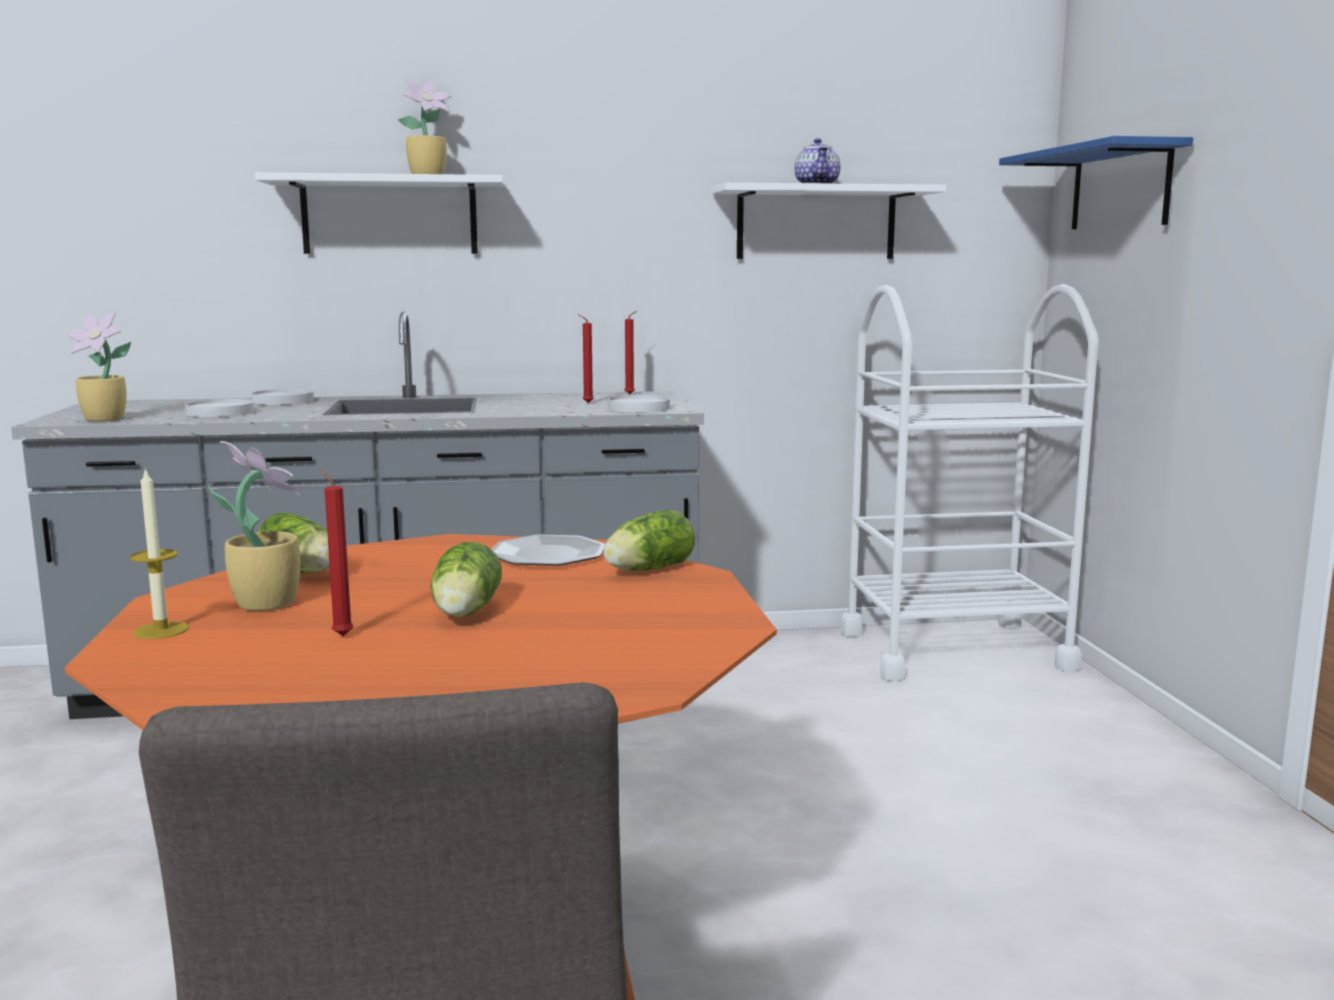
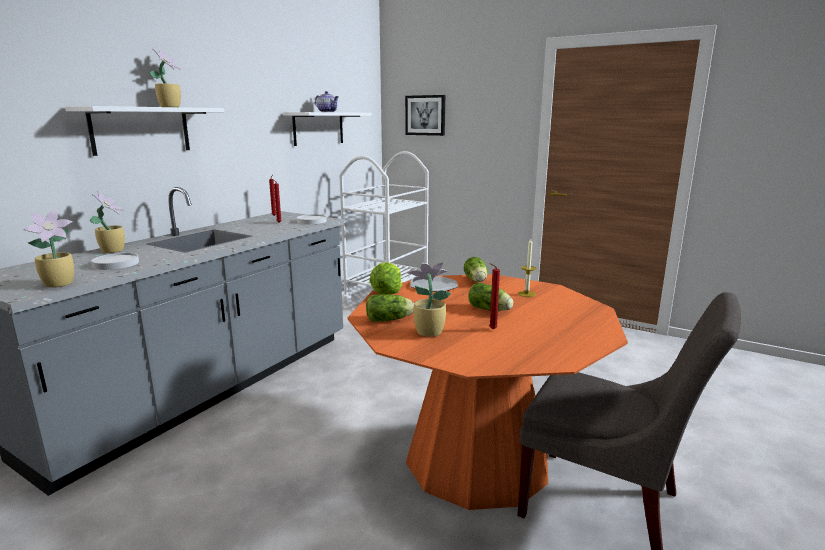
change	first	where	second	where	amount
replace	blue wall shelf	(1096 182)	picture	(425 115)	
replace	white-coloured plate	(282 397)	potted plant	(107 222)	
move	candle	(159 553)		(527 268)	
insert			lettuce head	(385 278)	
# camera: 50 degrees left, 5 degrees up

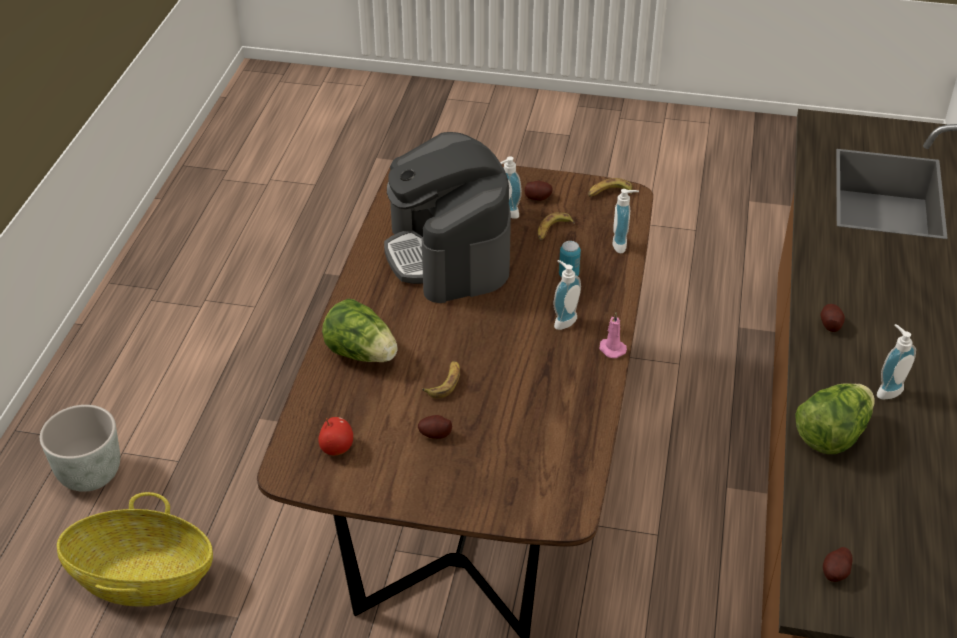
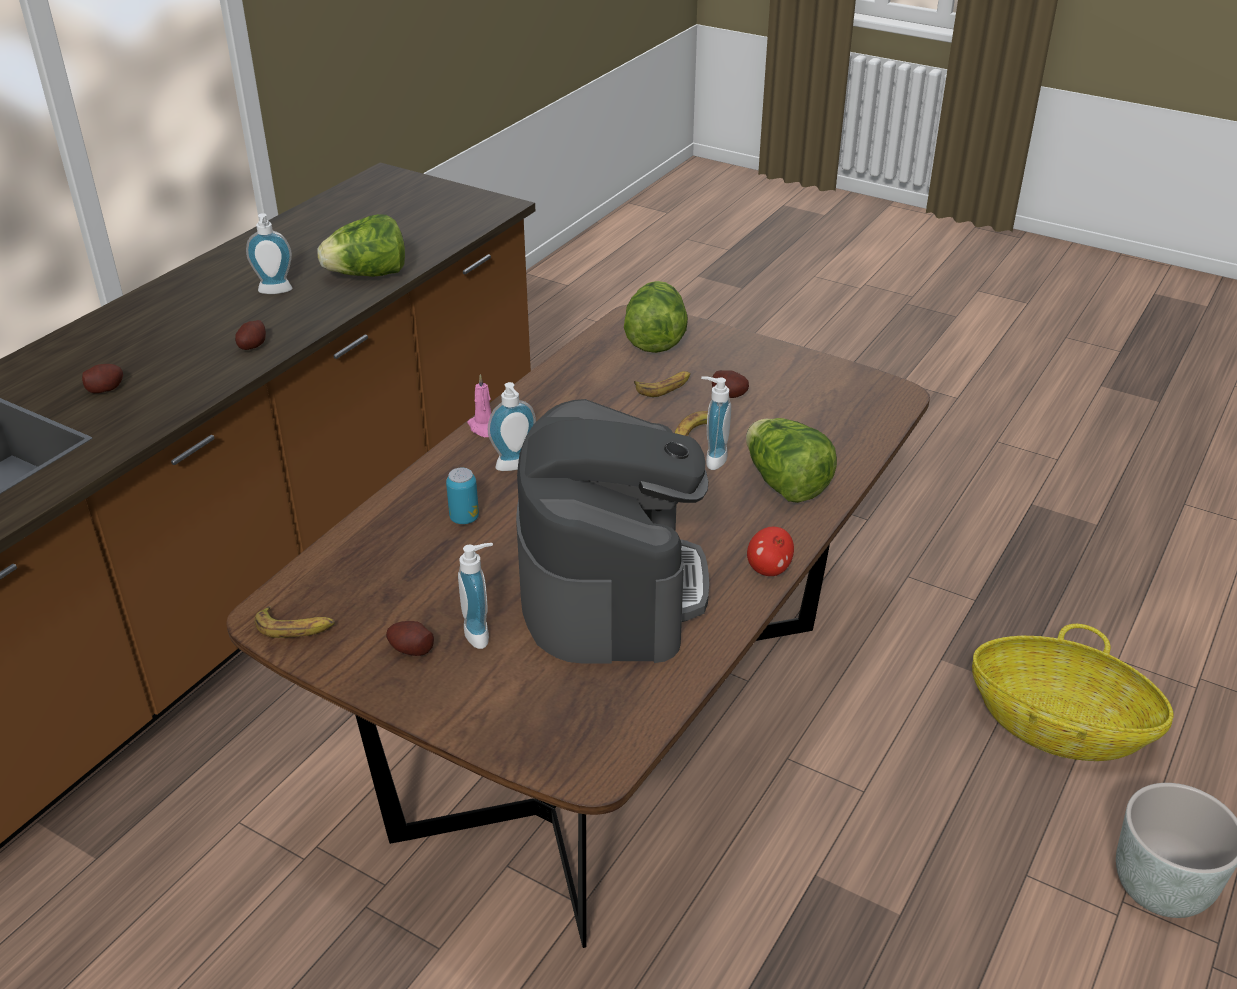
change	first	where	second	where	amount
move	liquid soap bottle	(625 221)		(716 423)	
move	banana	(556 226)		(662 384)	
move	whole apple	(335 436)		(770 551)	
move	potato	(838 564)		(102 378)	
insert			lettuce head	(656 317)	
# camera: 160 degrees left, 5 degrees down

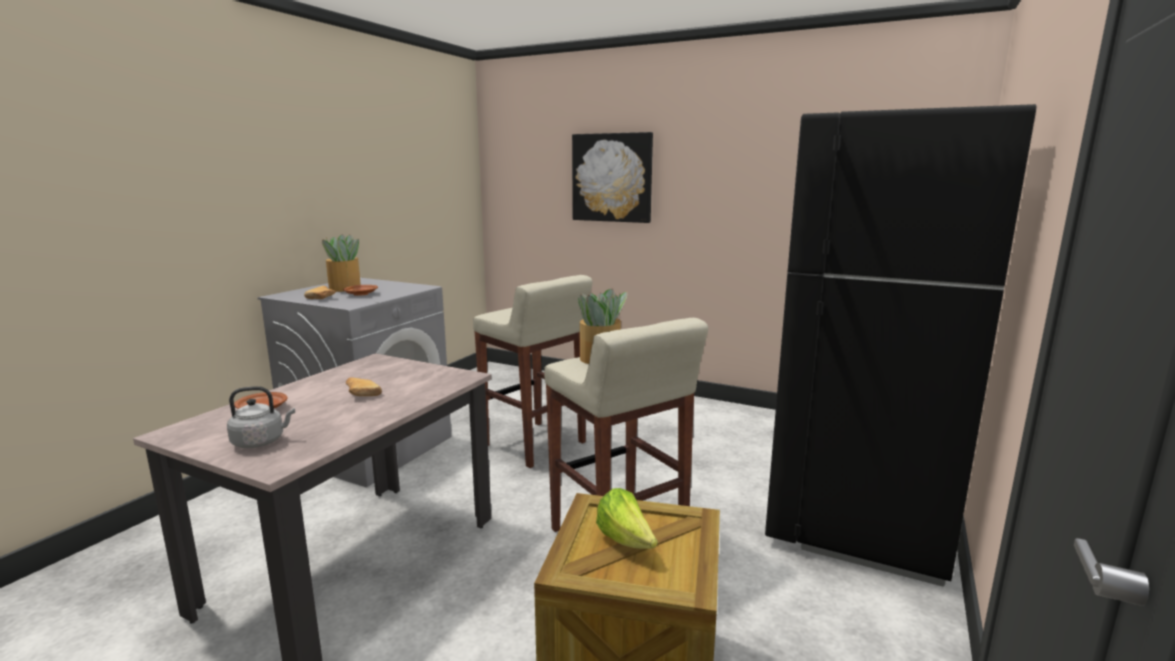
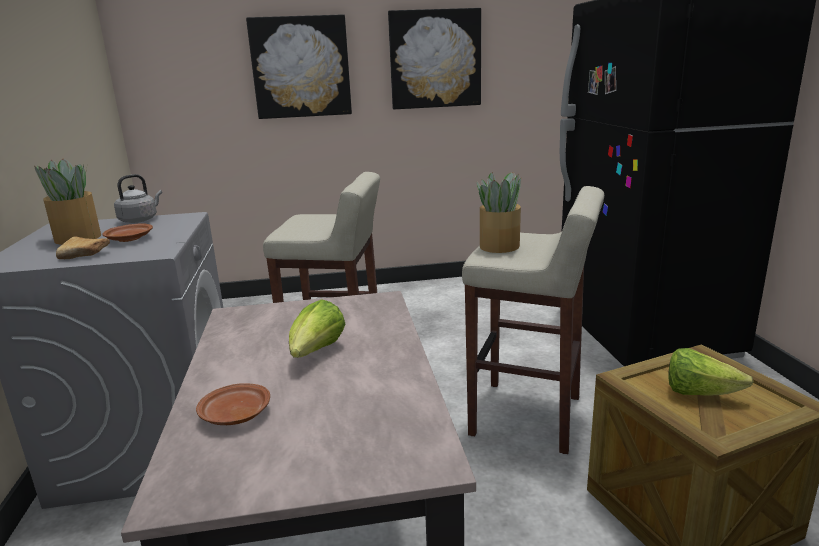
change	first	where	second	where	amount
replace	baked bread	(364 386)	lettuce head	(317 328)	
move	gray kettle	(261 417)		(138 198)	
insert			picture	(434 58)	
# camera: 35 degrees left, 5 degrees up

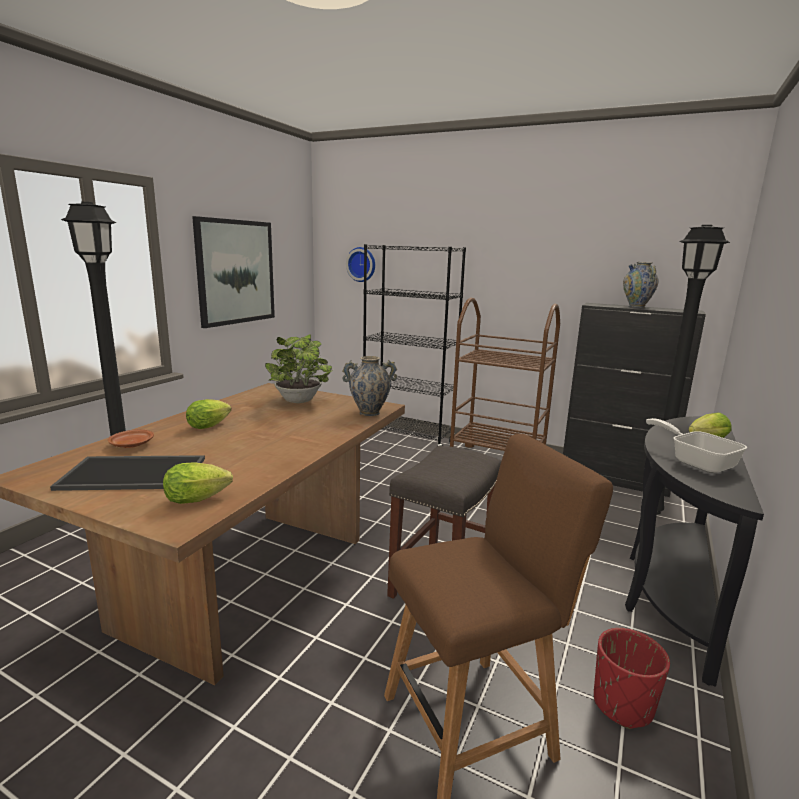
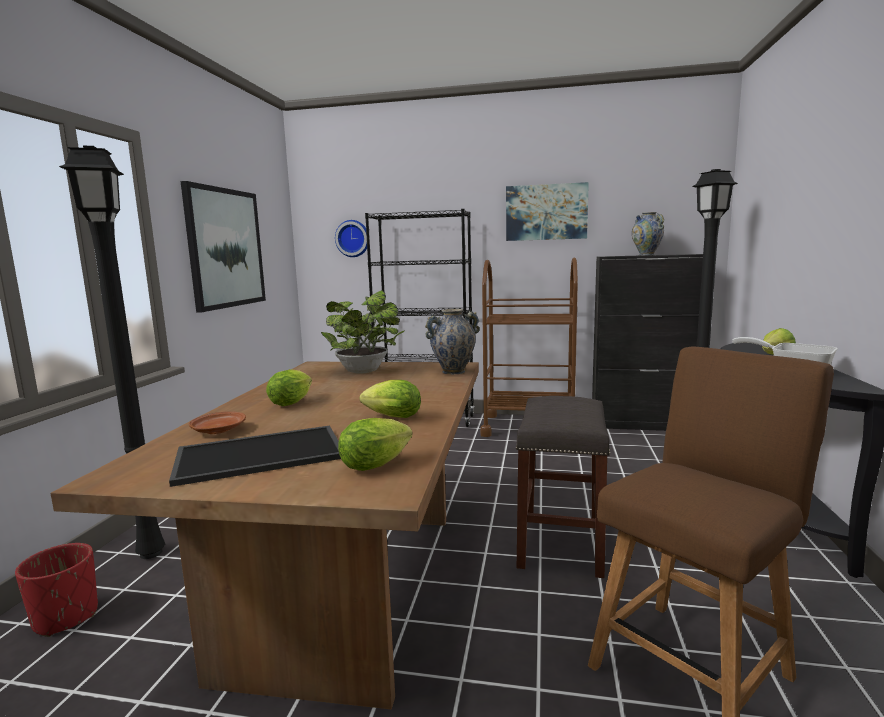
change	first	where	second	where	amount
move	red-coloured planter	(632 678)		(56 590)	
insert			picture	(547 211)	
insert			lettuce head	(390 399)	
# camera: 15 degrees left, 5 degrees down

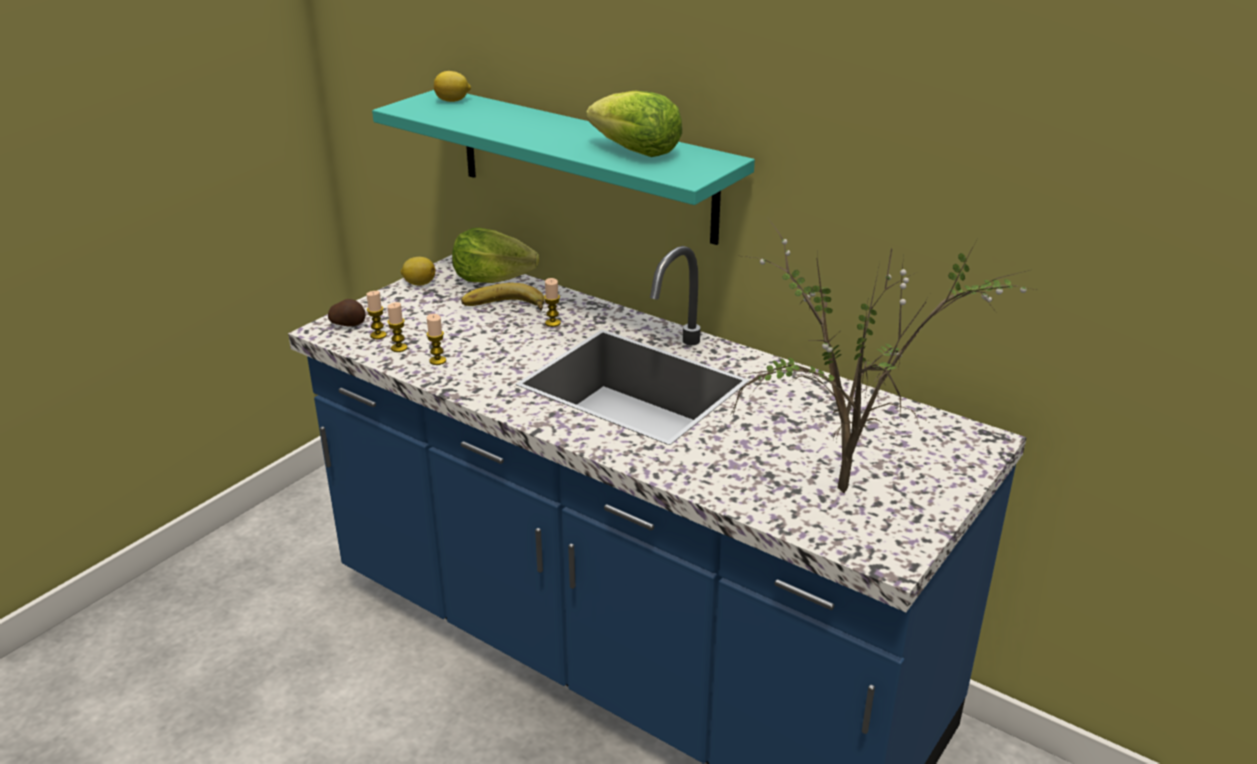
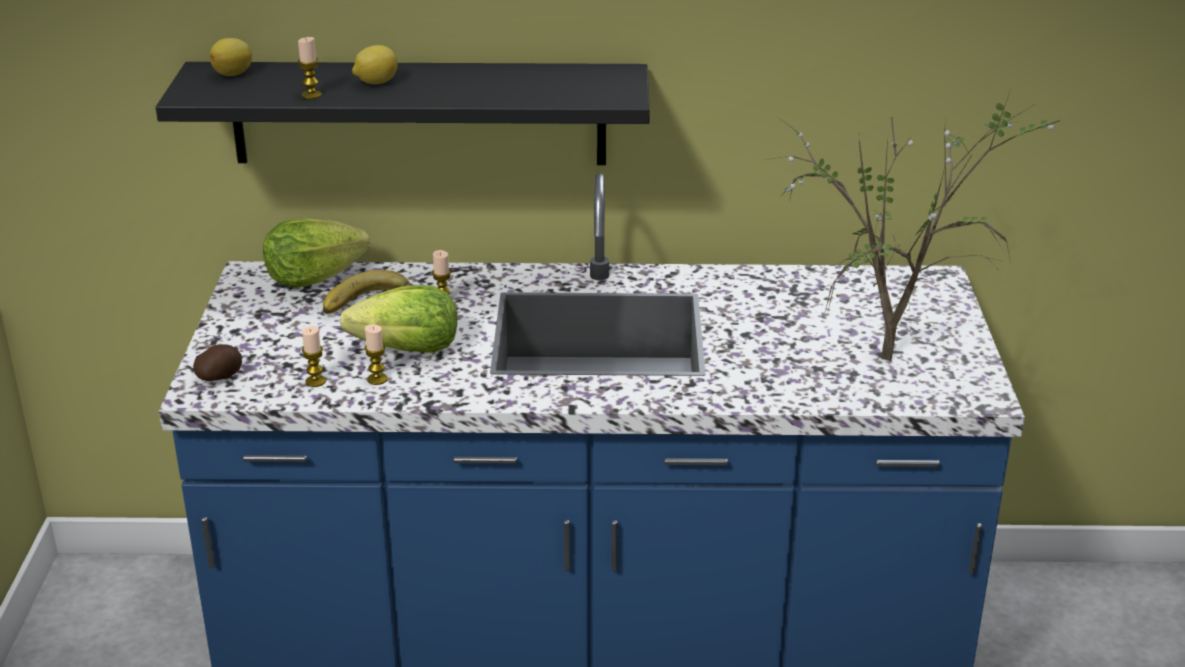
change	first	where	second	where	amount
recolor	turquoise wall shelf	(563 167)	black-coloured wall shelf	(403 113)	
move	lettuce head	(634 123)		(398 319)	
move	lemon	(418 271)		(375 64)	
move	candle	(376 315)		(310 68)	
# camera: 35 degrees left, 0 degrees up

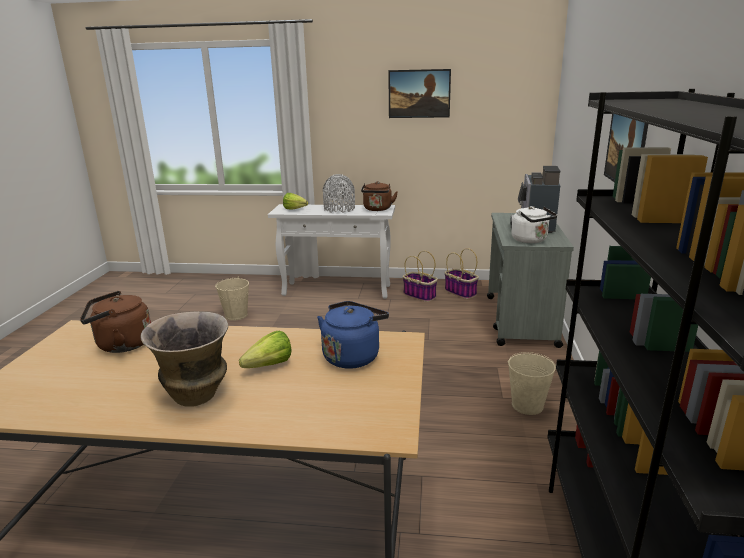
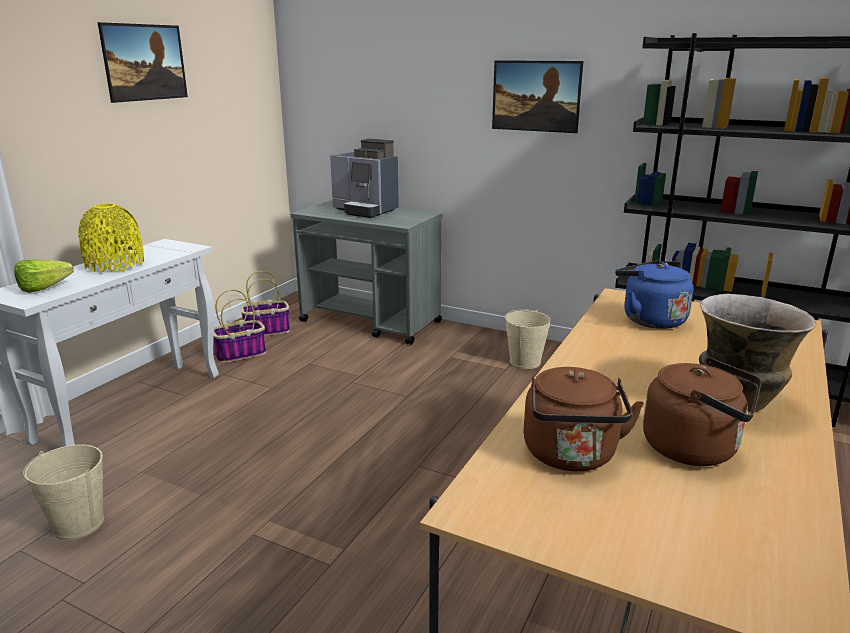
change	first	where	second	where	amount
recolor	gray flower vase	(339 193)	yellow-coloured flower vase	(111 238)	
move	brown-coloured kettle	(379 196)		(702 411)	
delete	white-coloured kettle	(534 224)			
delete	lettuce head	(265 349)			
# camera: 70 degrees left, 0 degrees up

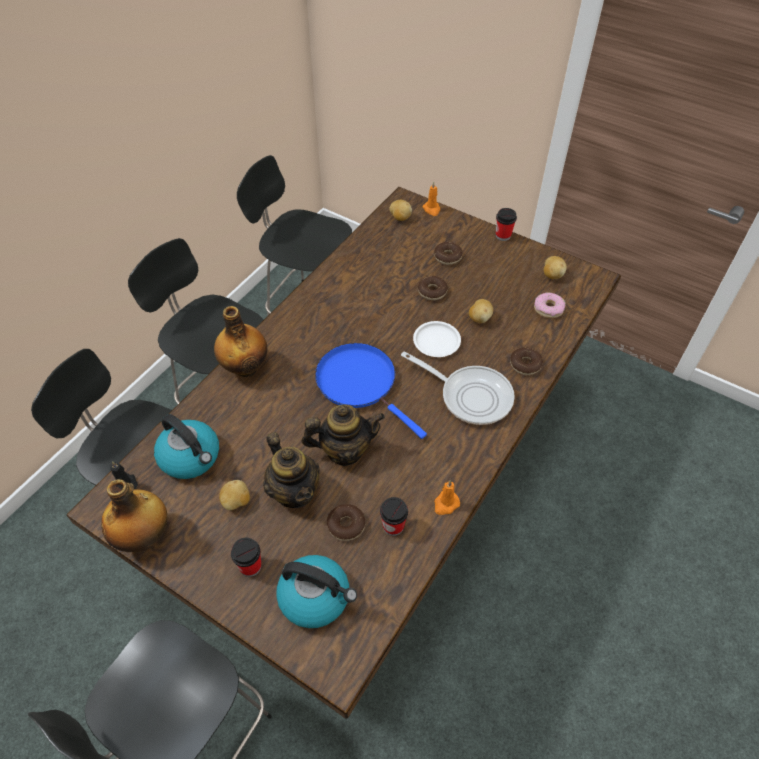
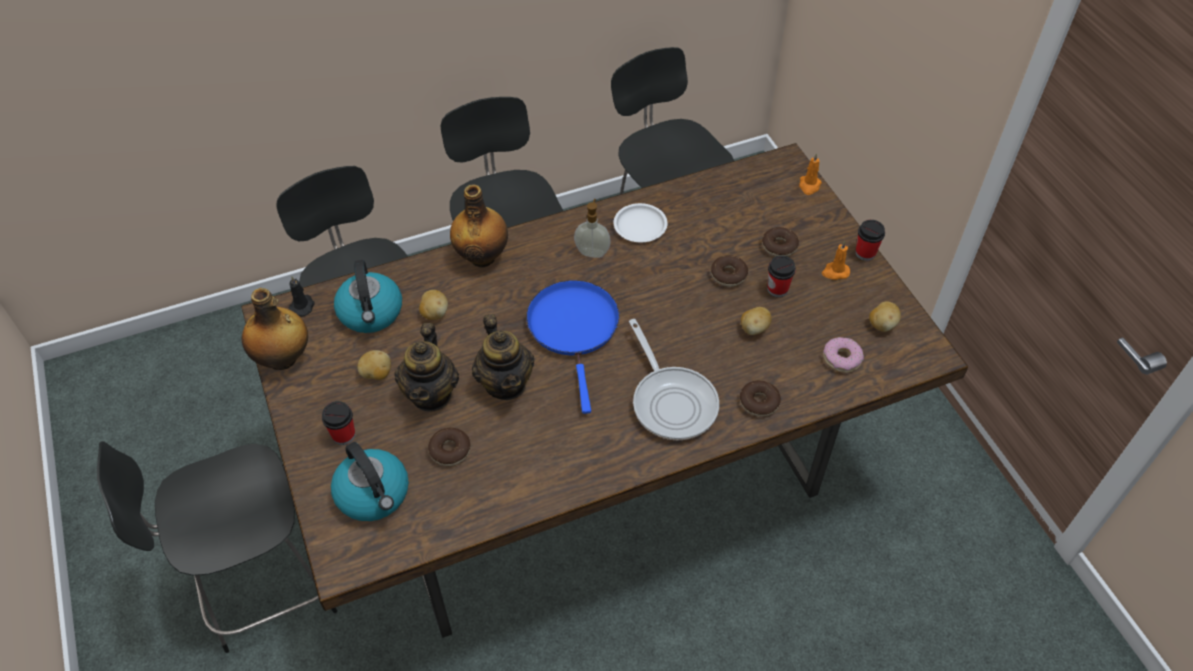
change	first	where	second	where	amount
move	potato	(401 210)		(433 305)	
move	white-coloured plate	(437 339)		(640 222)	
rotate	pot for tea	(343 435)		(503 357)	45 degrees clockwise
move	orangey candle	(447 497)		(836 260)	
move	small cup	(394 516)		(781 276)	
insert			liquid soap bottle	(592 228)	
# camera: 35 degrees right, 0 degrees up

